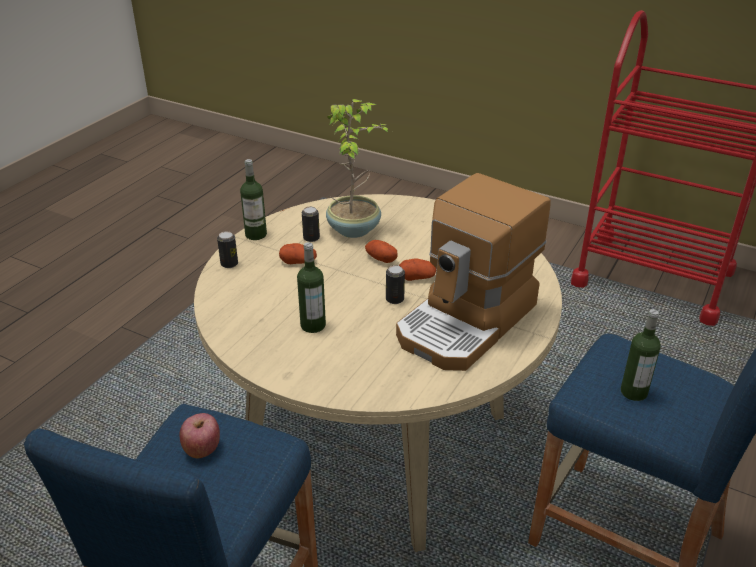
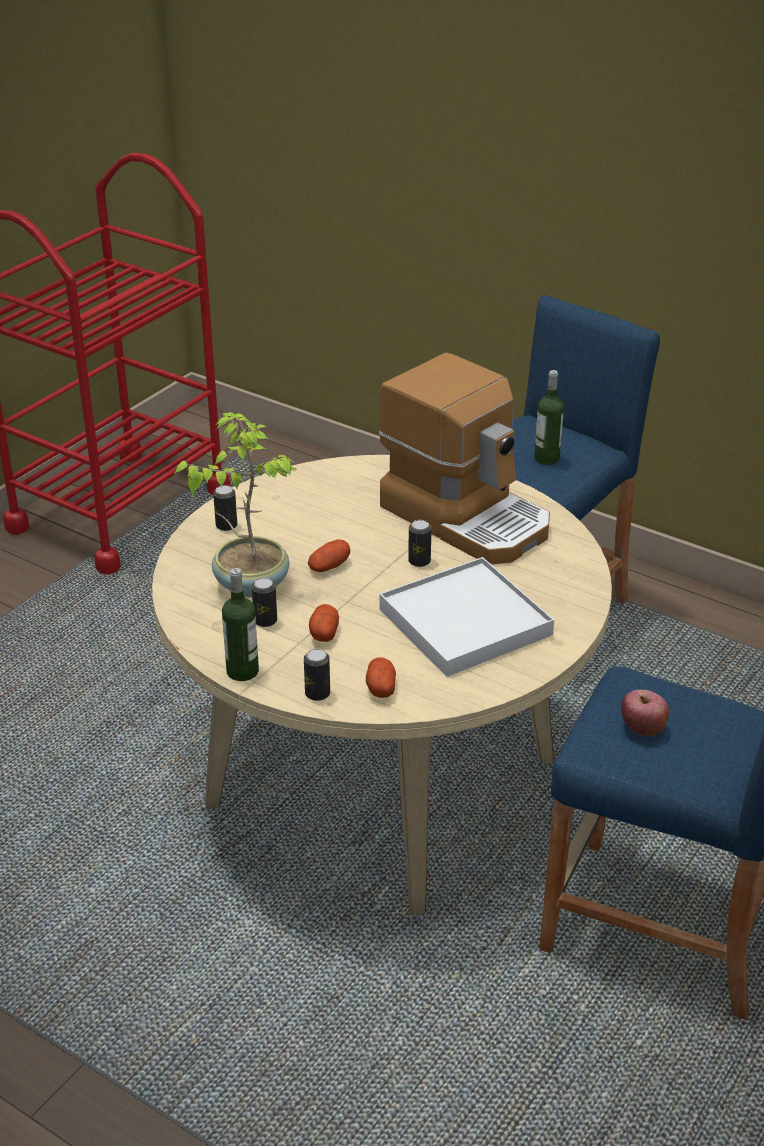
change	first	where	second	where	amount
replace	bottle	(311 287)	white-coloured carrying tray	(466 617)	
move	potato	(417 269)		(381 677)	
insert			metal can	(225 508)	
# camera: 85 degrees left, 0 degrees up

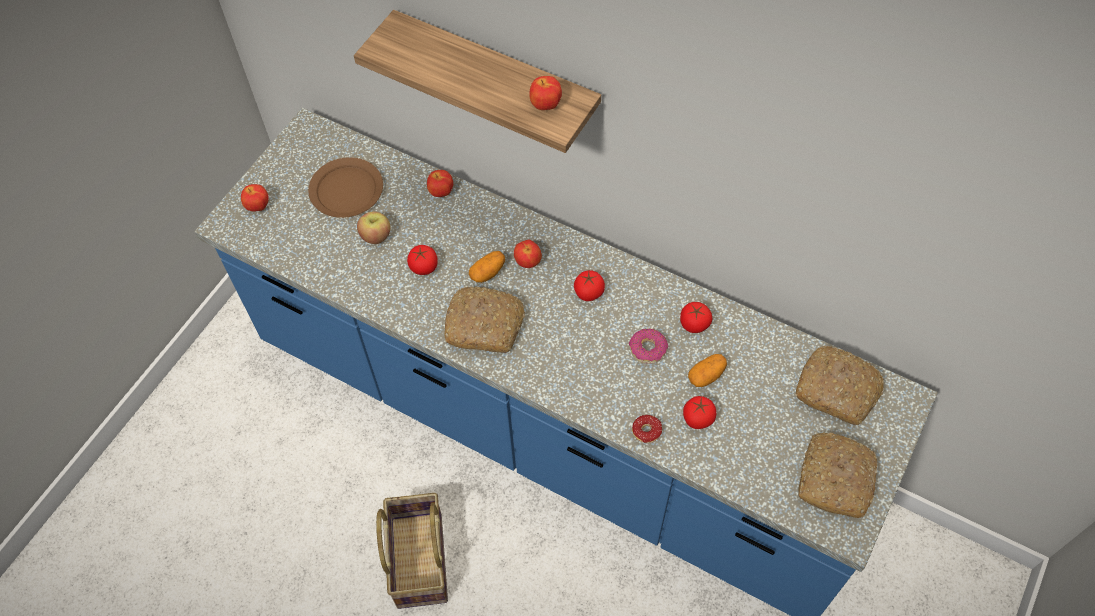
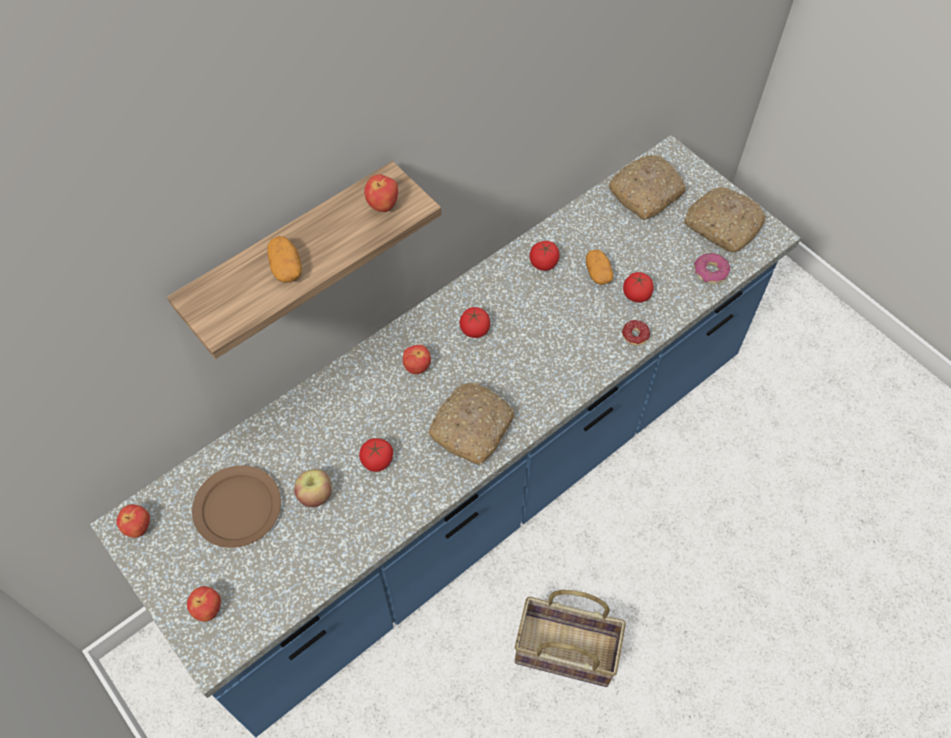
change	first	where	second	where	amount
move	whole apple	(440 183)		(133 521)	
move	potato	(487 267)		(284 259)	
move	ring doughnut	(648 346)		(712 268)	
# camera: 70 degrees left, 0 degrees up

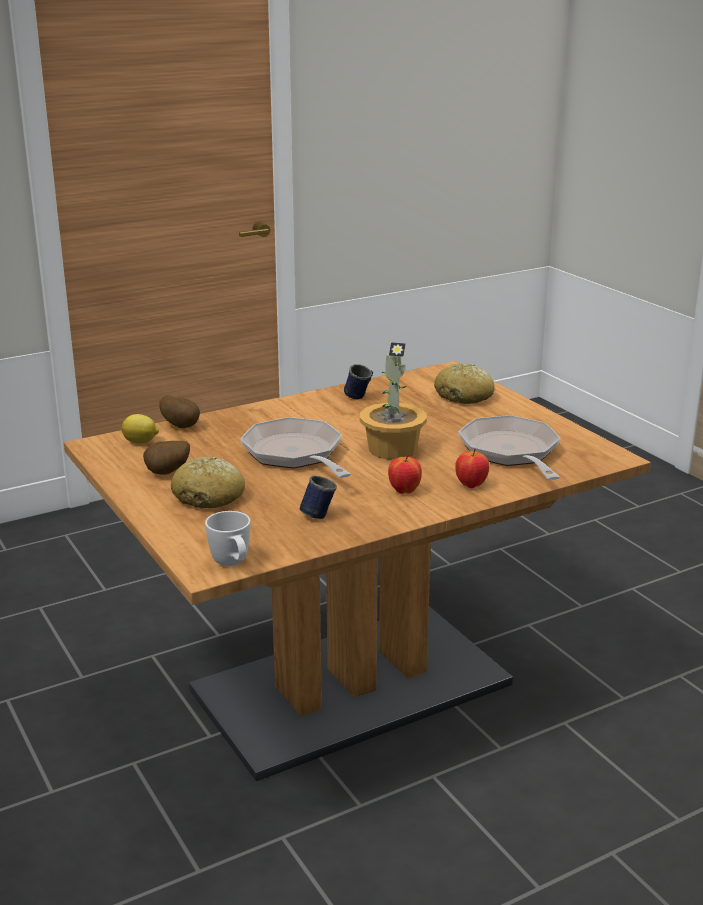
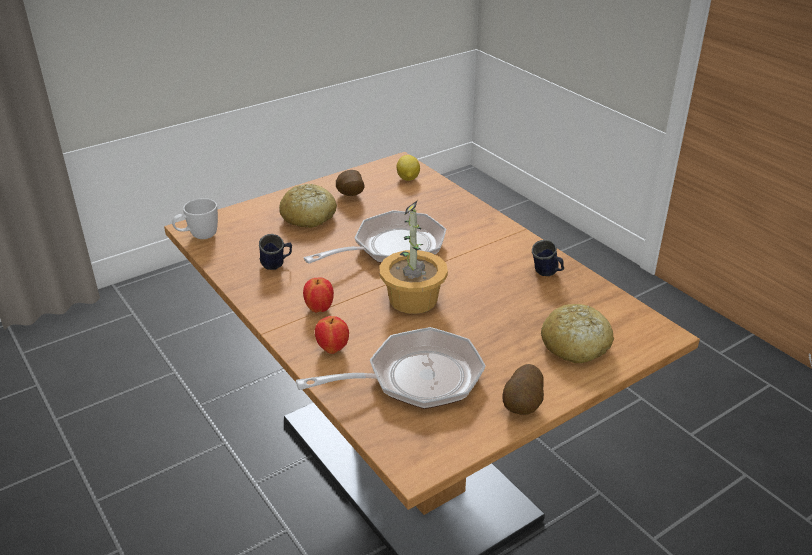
change	first	where	second	where	amount
move	potato	(179 411)		(523 389)	
# camera: 85 degrees right, 10 degrees up

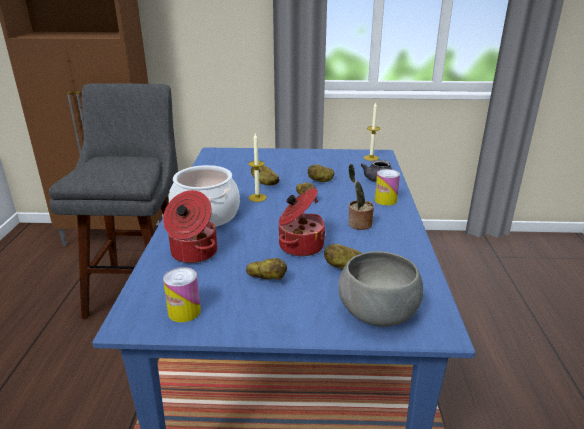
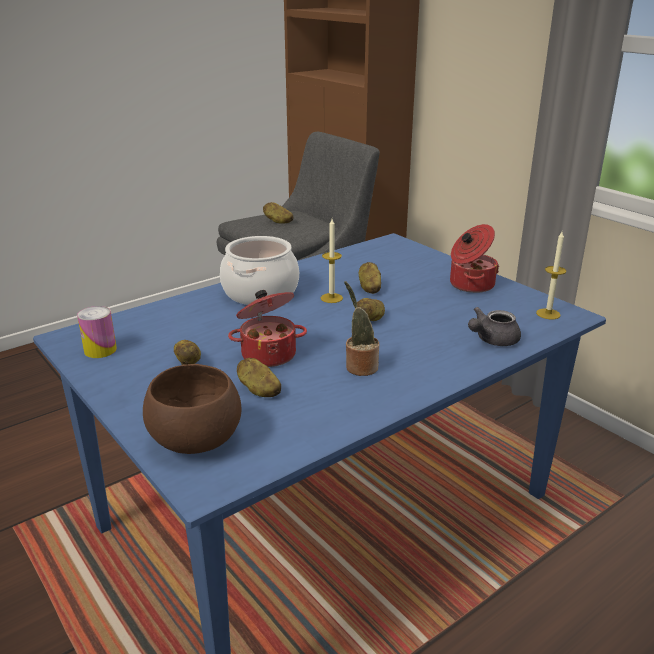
change	first	where	second	where	amount
move	potato	(321 173)		(278 213)	
delete	metal can	(387 187)			
move	stockpot	(190 226)		(474 258)	
recolor	gray bowl	(380 289)	brown-coloured bowl	(192 409)	
# camera: 50 degrees right, 0 degrees up

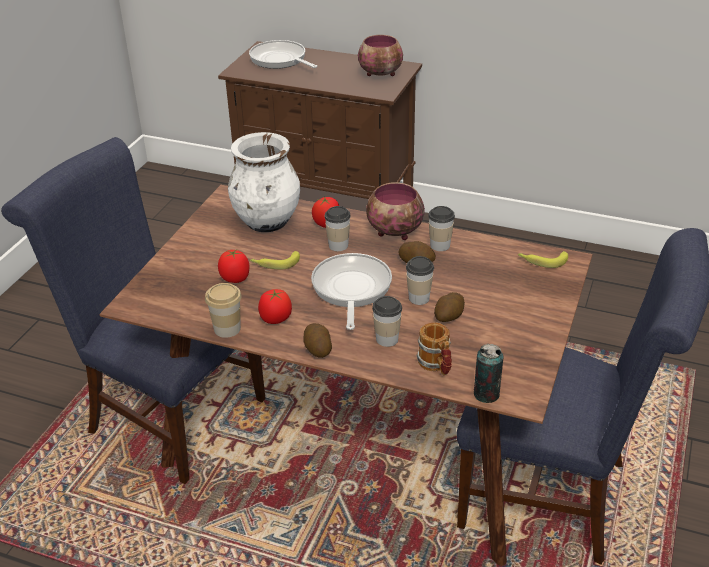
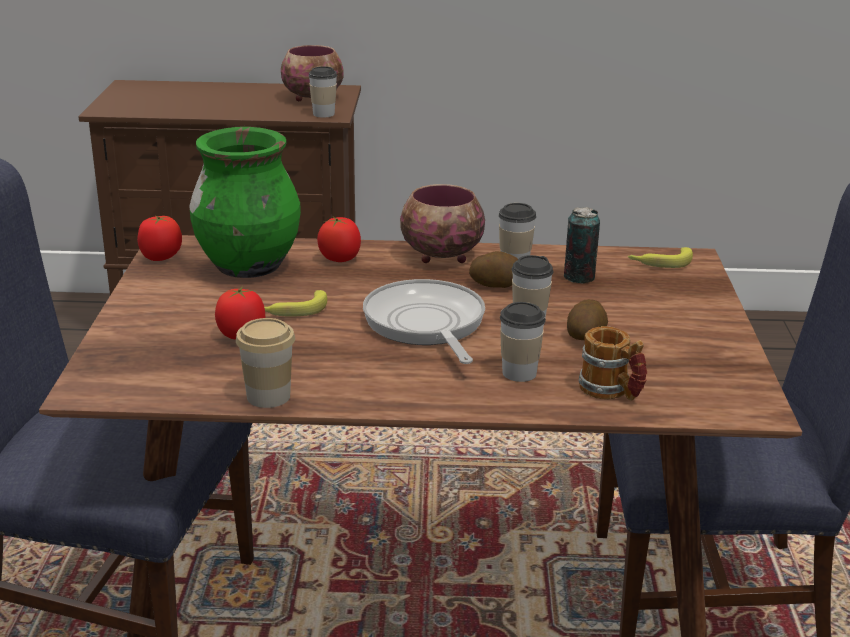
change	first	where	second	where	amount
delete	frying pan	(283 54)			
recolor	white-coloured flower vase	(264 182)	green-coloured flower vase	(245 202)	
move	small cup	(338 228)		(322 92)	
move	tomato	(275 306)		(159 238)	
delete	potato	(317 340)			
move	metal can	(489 373)		(582 245)	
# camera: 20 degrees left, 10 degrees down

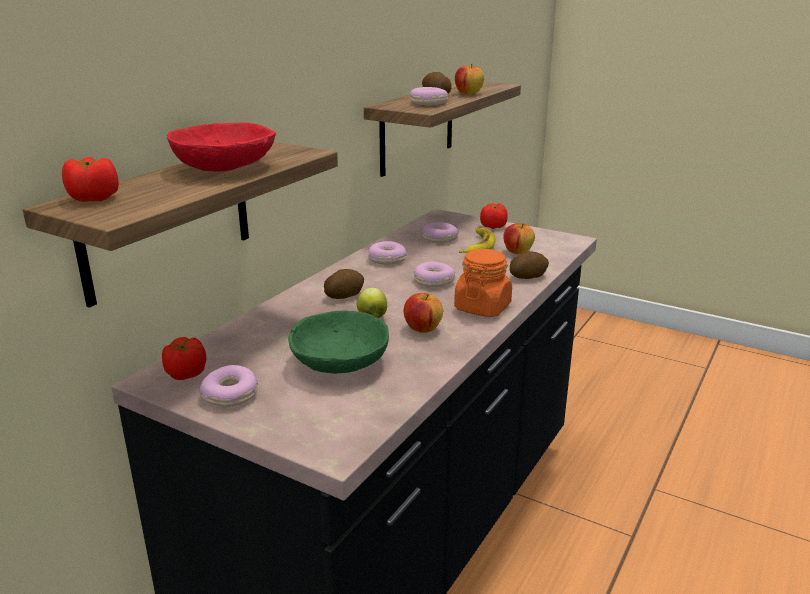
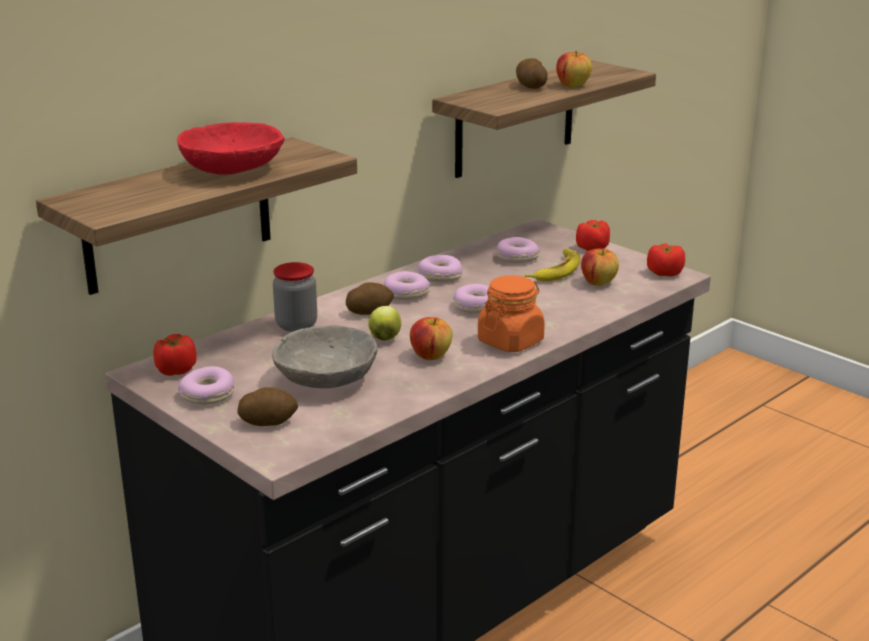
change	first	where	second	where	amount
move	ring doughnut	(429 96)		(407 285)	
move	tomato	(90 179)		(666 260)	
move	potato	(529 265)		(268 406)	
recolor	green-coloured bowl	(338 342)	gray bowl	(325 356)	
insert			jar	(295 297)	
# camera: 15 degrees right, 0 degrees up

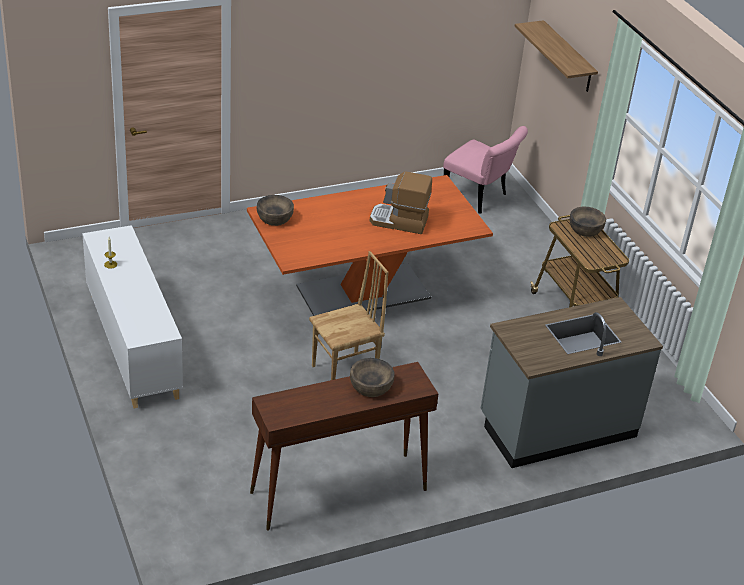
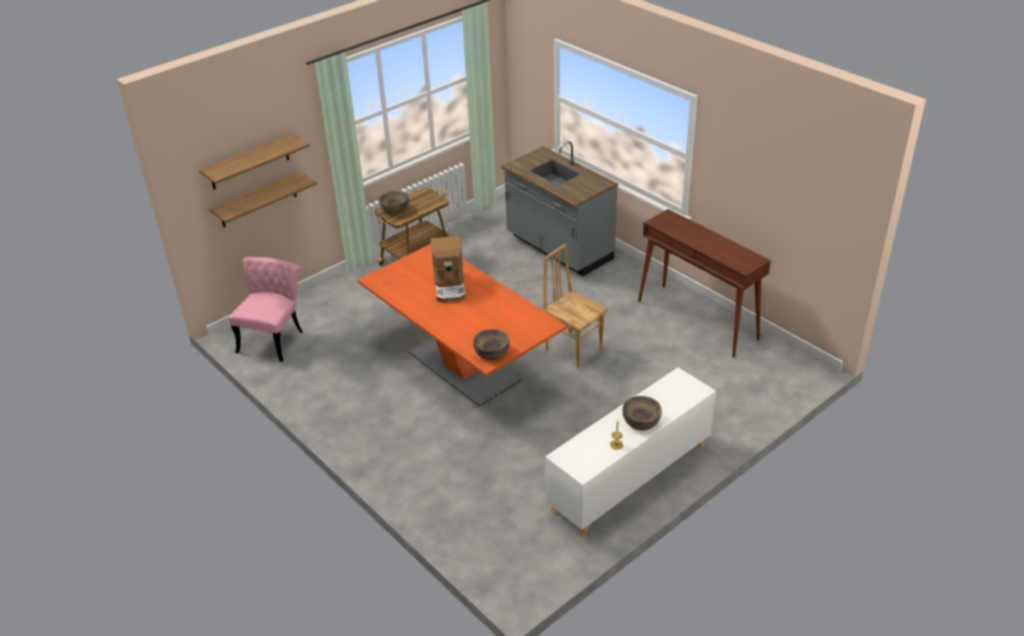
change	first	where	second	where	amount
move	brown-coloured bowl	(372 377)		(642 413)	
insert			wall shelf	(263 199)	
# camera: 105 degrees left, 0 degrees up

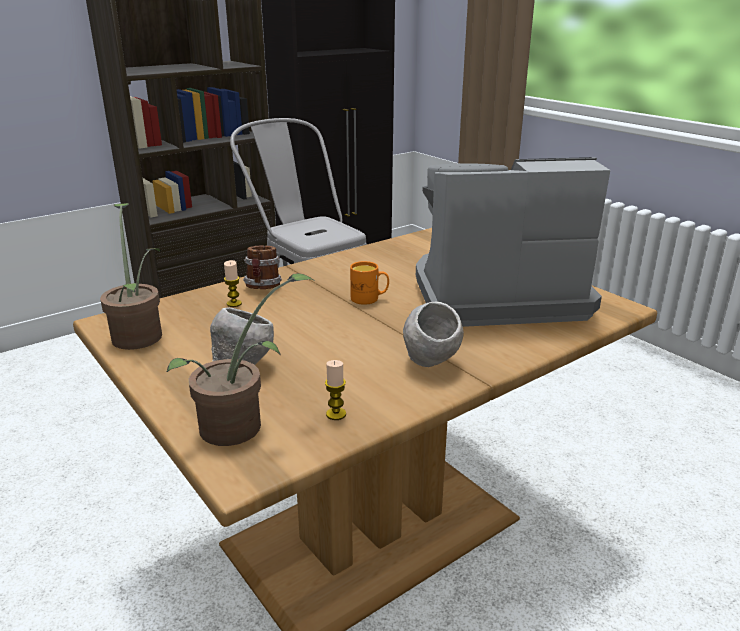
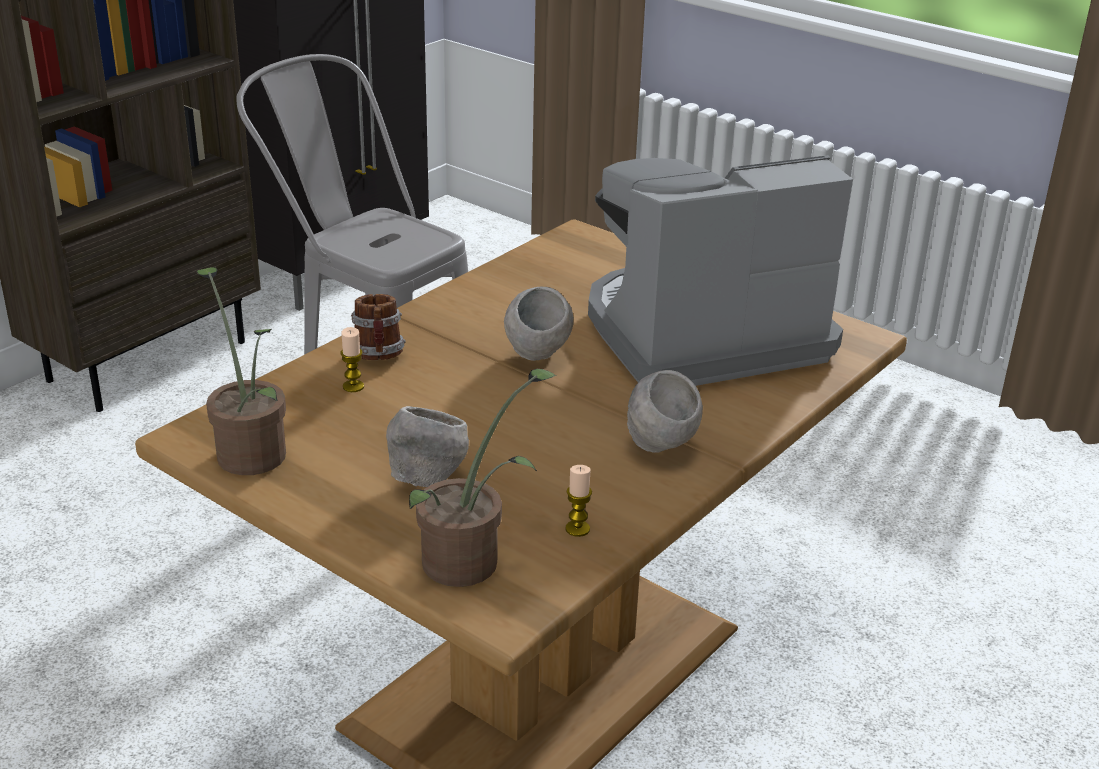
change	first	where	second	where	amount
replace	orangey tea mug	(369 283)	gray bowl	(539 324)	
# camera: 15 degrees left, 5 degrees up

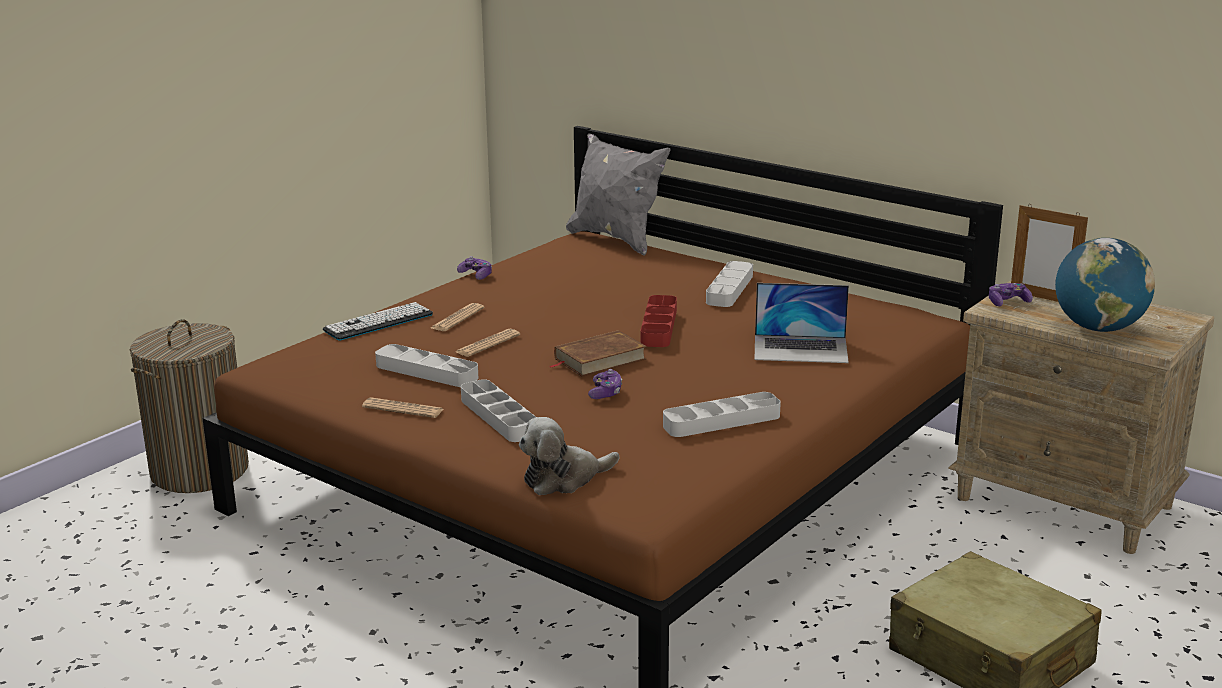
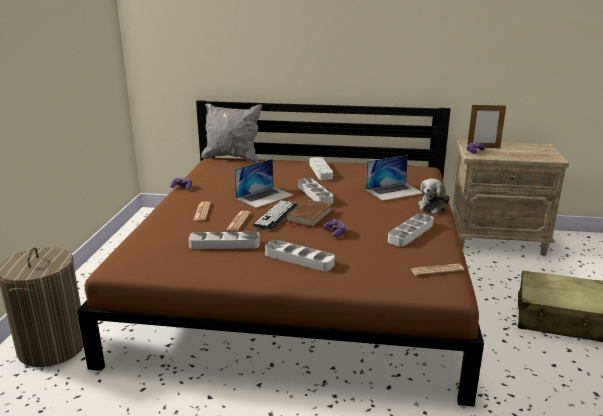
change	first	where	second	where	amount
delete	desk globe	(1105 285)			
recolor	red-coloured carrying tray	(658 321)	gray carrying tray	(315 191)	
move	keyboard	(378 321)		(275 215)	
move	daily paper	(403 407)		(438 270)	
move	cuddly toy	(569 456)		(434 196)	
insert			notebook computer	(263 183)	
# camera: 30 degrees left, 0 degrees up

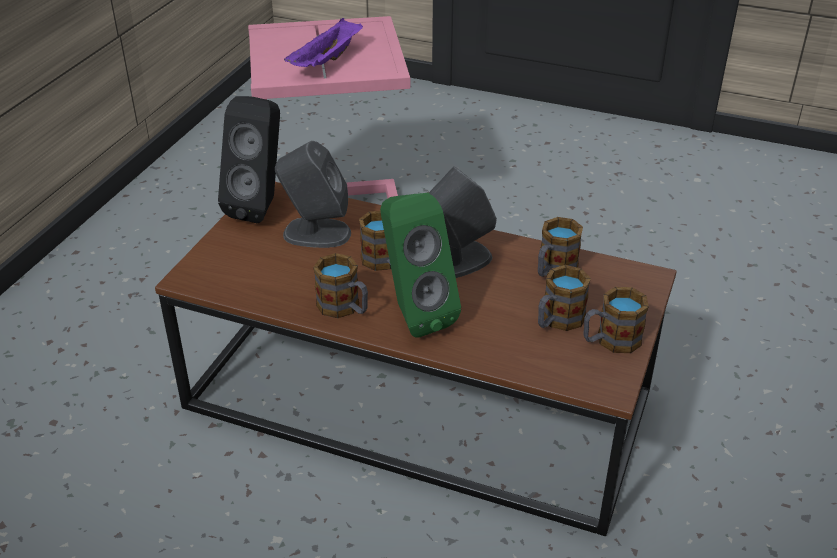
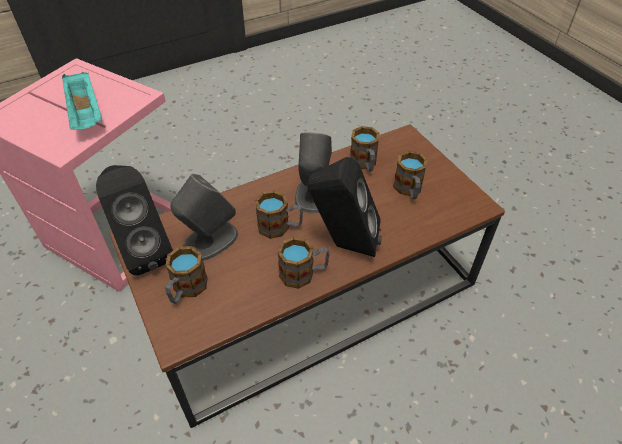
change	first	where	second	where	amount
recolor	purple-coloured carrying tray	(323 42)	turquoise carrying tray	(82 101)	
recolor	green-coloured audio speaker	(420 265)	black-coloured audio speaker	(345 207)	
move	tea mug	(616 320)		(186 275)	
# camera: 50 degrees left, 10 degrees up

